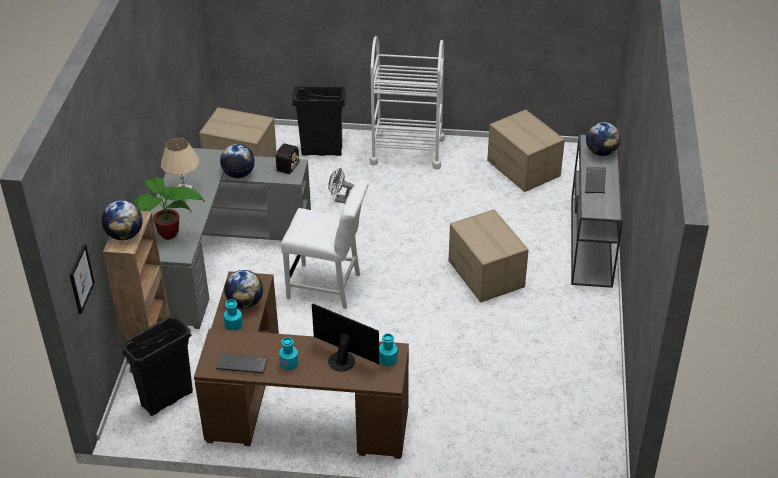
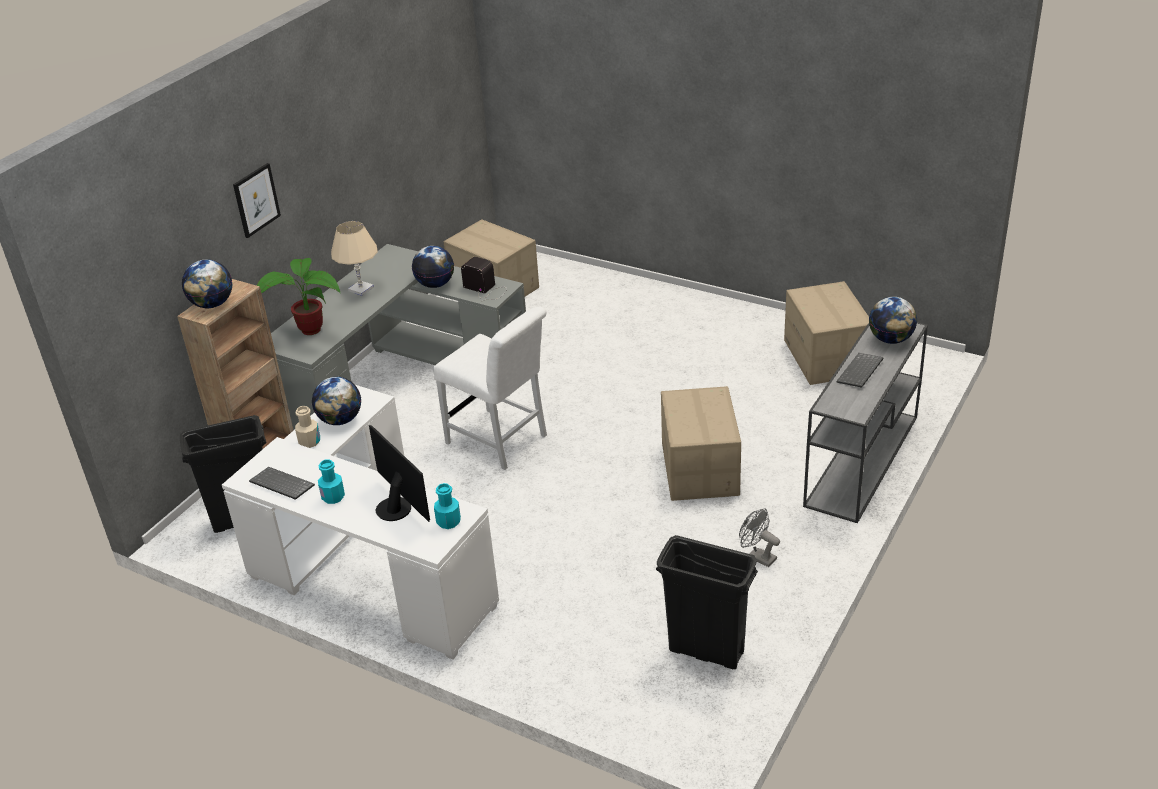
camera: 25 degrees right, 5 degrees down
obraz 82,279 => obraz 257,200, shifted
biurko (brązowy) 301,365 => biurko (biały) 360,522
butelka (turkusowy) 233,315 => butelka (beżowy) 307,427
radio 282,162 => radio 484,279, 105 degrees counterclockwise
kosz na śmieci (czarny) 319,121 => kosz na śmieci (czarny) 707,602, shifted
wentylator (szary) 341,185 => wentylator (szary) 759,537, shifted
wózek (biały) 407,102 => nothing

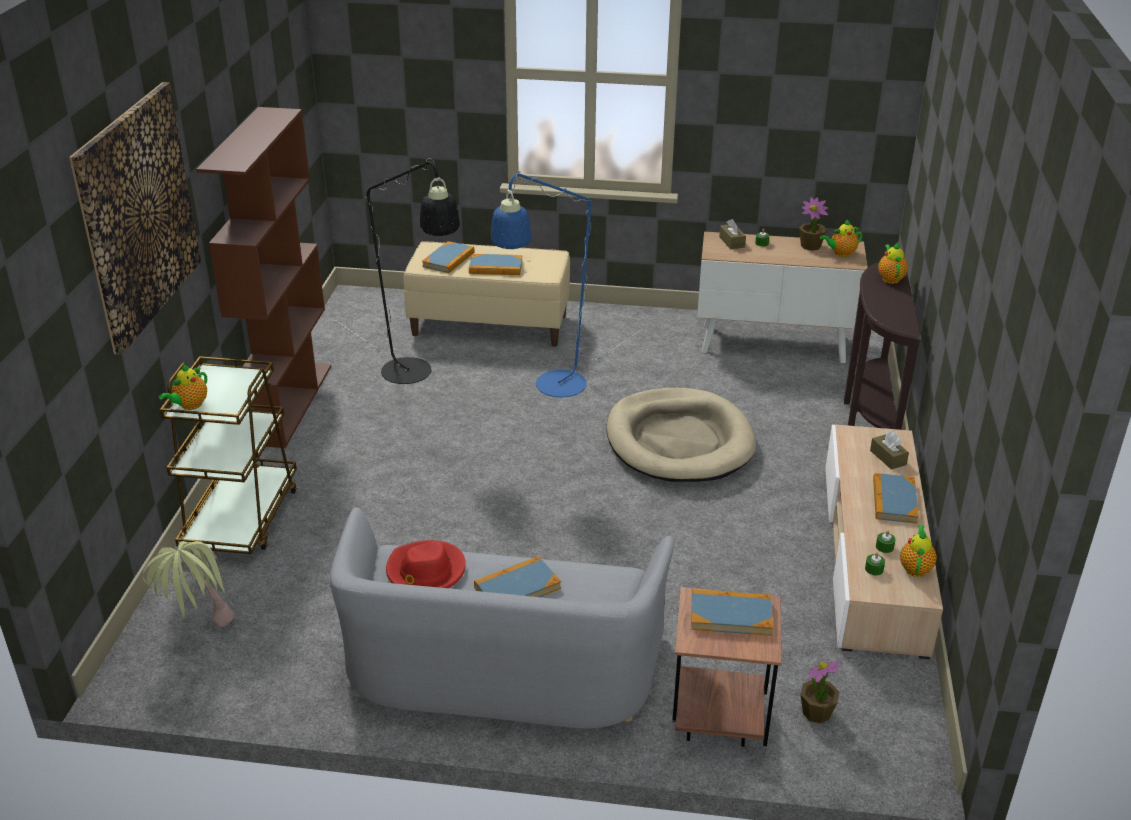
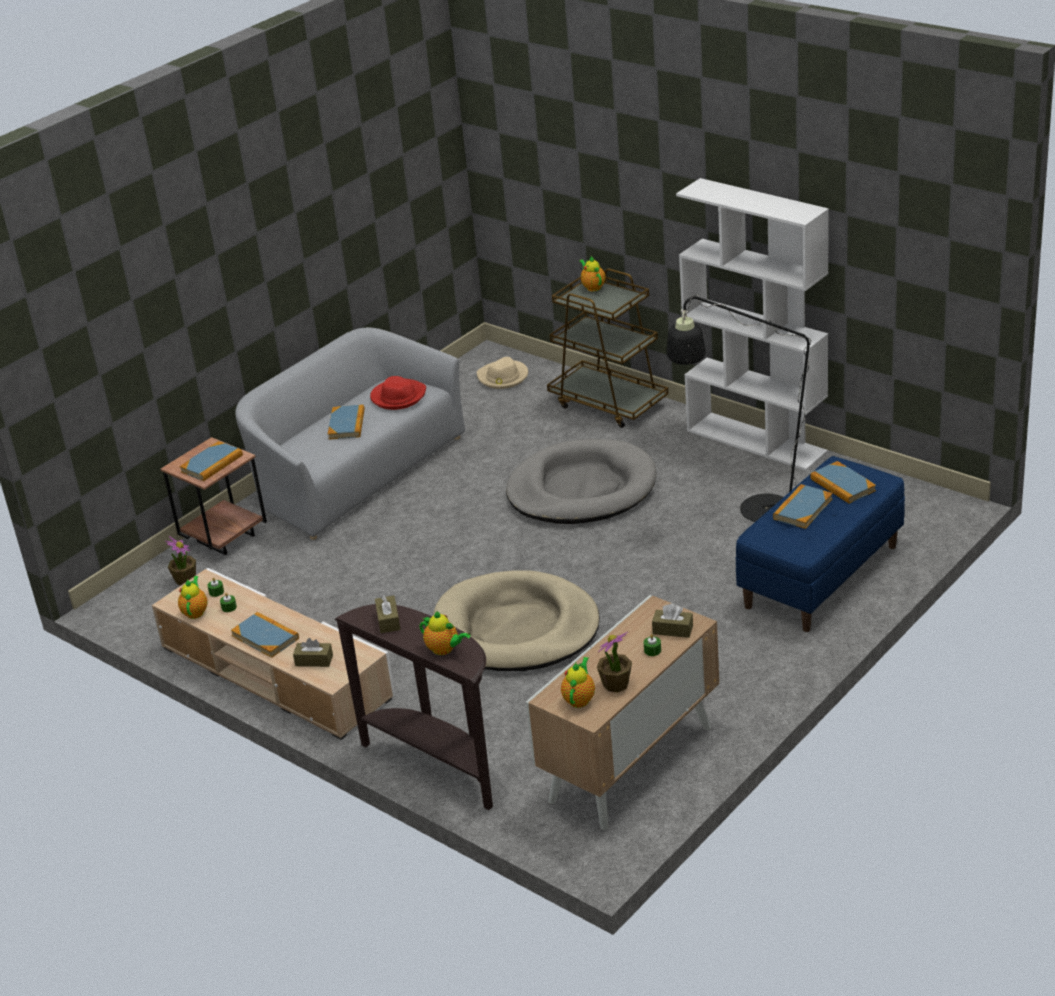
camera: 125 degrees right, 0 degrees up
obraz 135,218 => nothing
roślina doniczkowa 188,584 => kapelusz (beżowy) 502,373
regał (brązowy) 263,277 => regał (biały) 752,324
ławka (beżowy) 487,294 => ławka (niebieski) 820,544
lampa stojąca (niebieski) 567,284 => nothing
imbryk 918,551 => imbryk 192,597, 135 degrees counterclockwise
nothing => pudełko chusteczek (brązowy) 388,614
nothing => legowisko (szary) 581,481

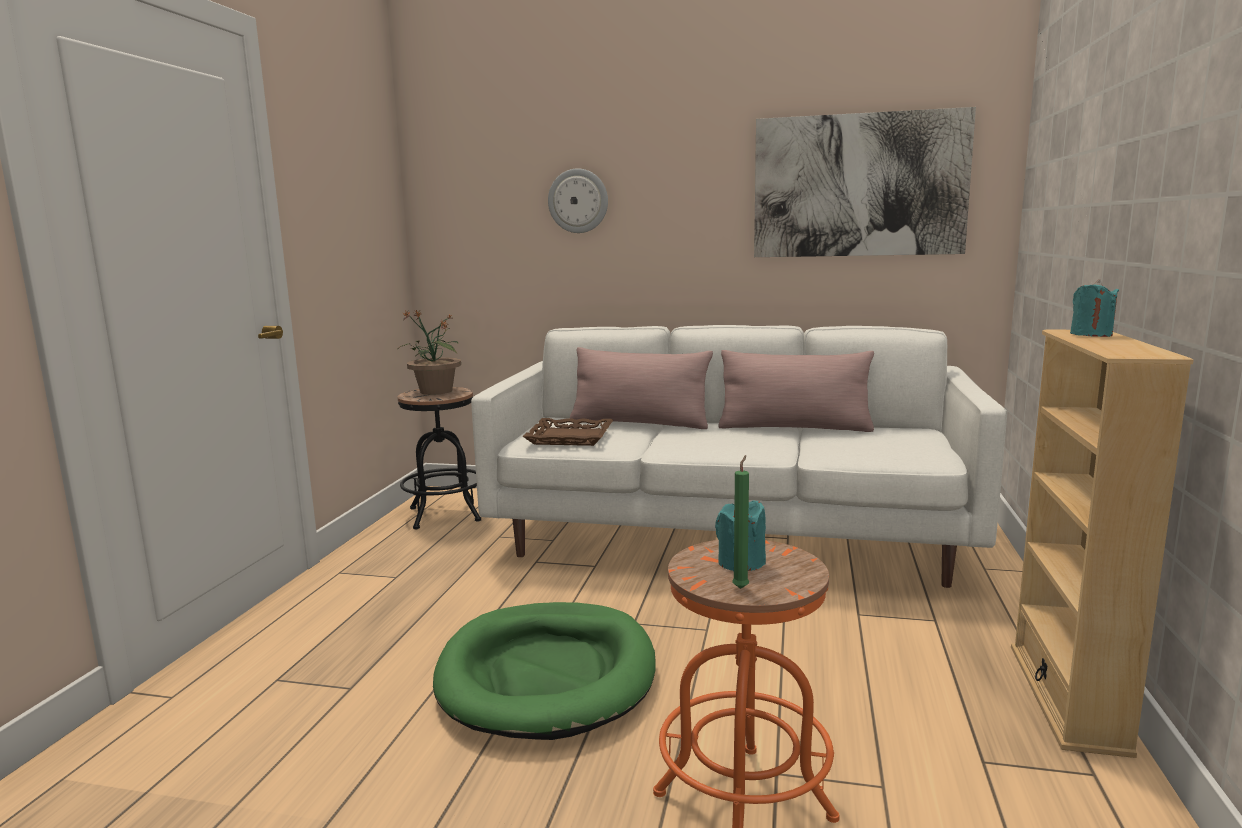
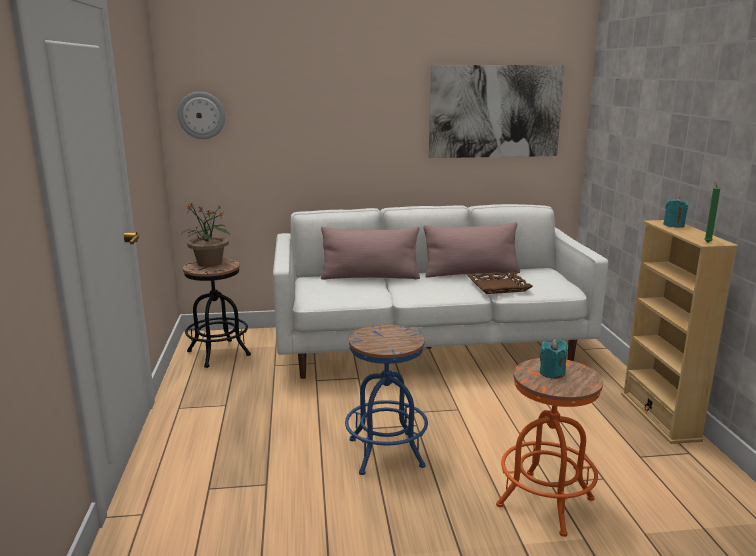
camera: 20 degrees left, 5 degrees up
legowisko (zielony) 544,671 => stołek (niebieski) 386,400
taca (brązowy) 567,432 => taca (brązowy) 500,282, shifted
zegar ścienny 578,201 => zegar ścienny 201,115, shifted
świeca (zielony) 740,522 => świeca (zielony) 712,211, shifted

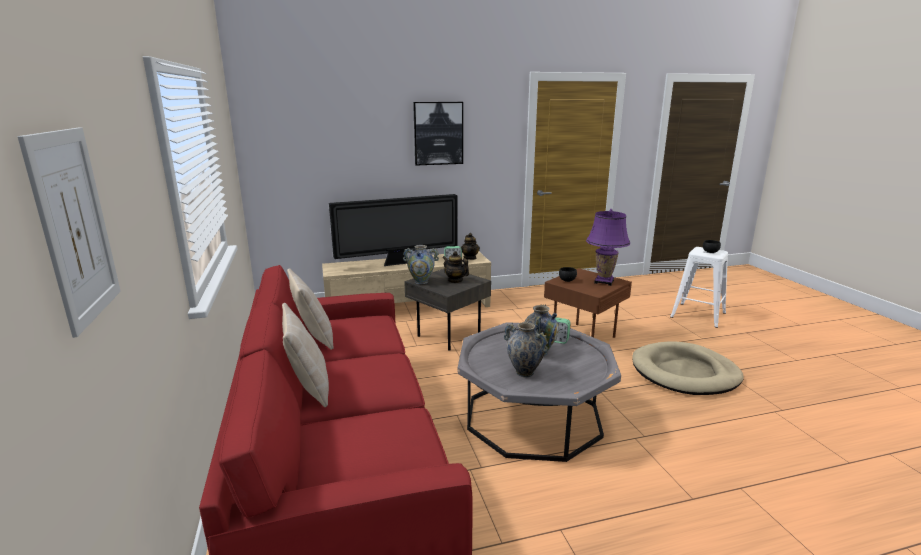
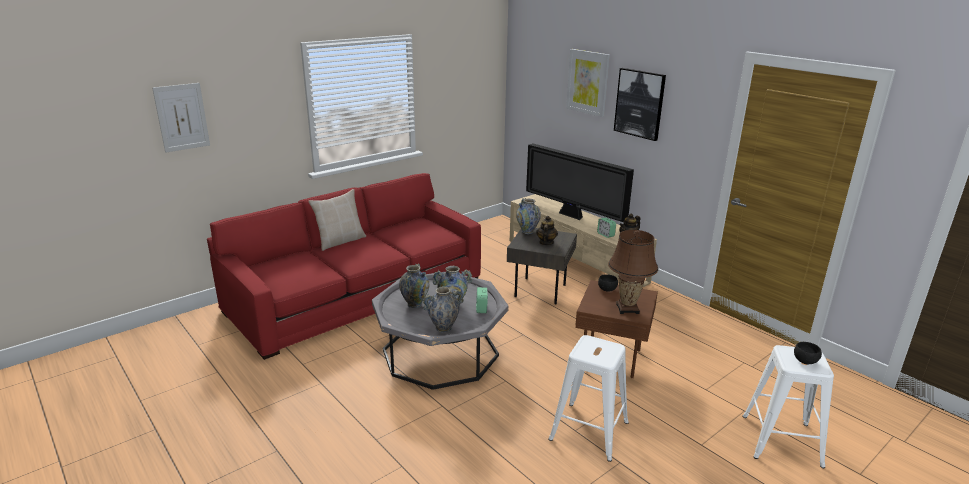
camera: 65 degrees right, 5 degrees up
poduszka (beżowy) 310,309 => nothing
lampa stołowa (fioletowy) 608,247 => lampa stołowa (brązowy) 633,272
legowisko (beżowy) 688,368 => stołek (biały) 588,398
nothing => wazon 443,309
nothing => obraz 588,83

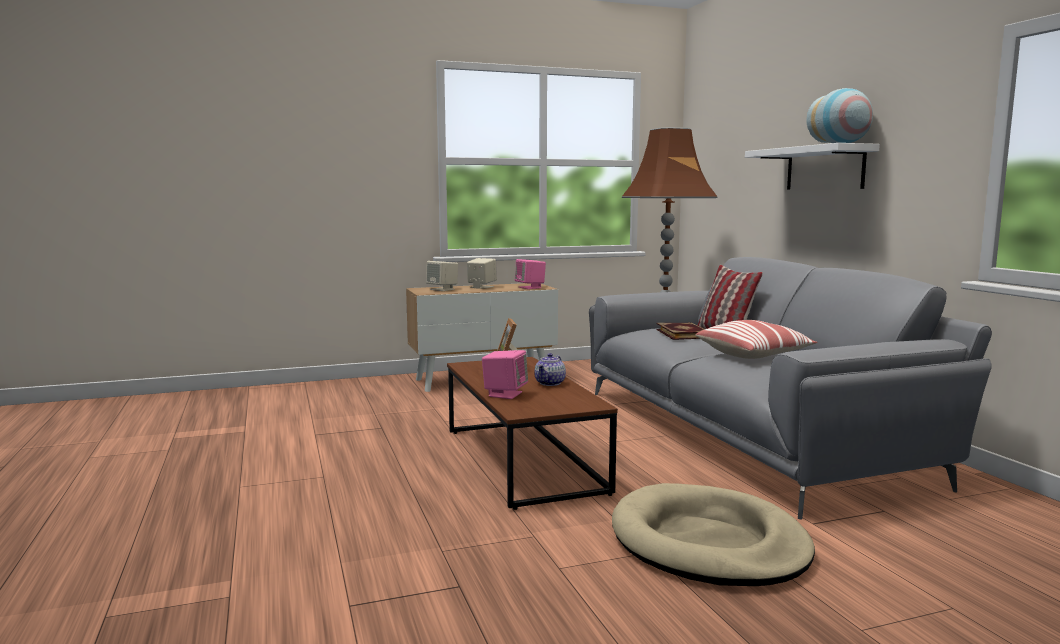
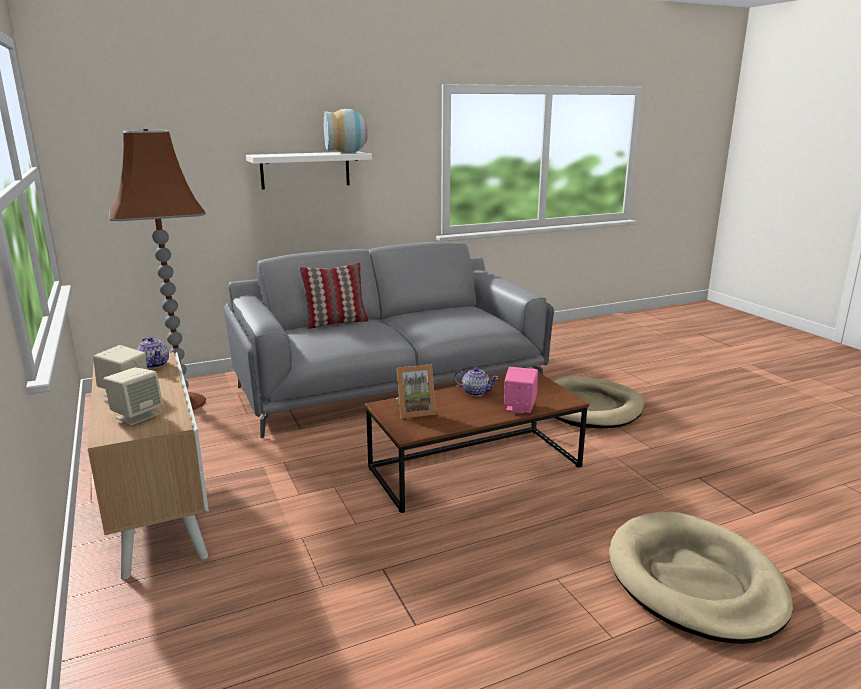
camera: 95 degrees left, 10 degrees up
głośnik (różowy) 530,274 => imbryk 153,353
książka 680,331 => nothing
poduszka 756,339 => nothing
nothing => legowisko (beżowy) 701,578

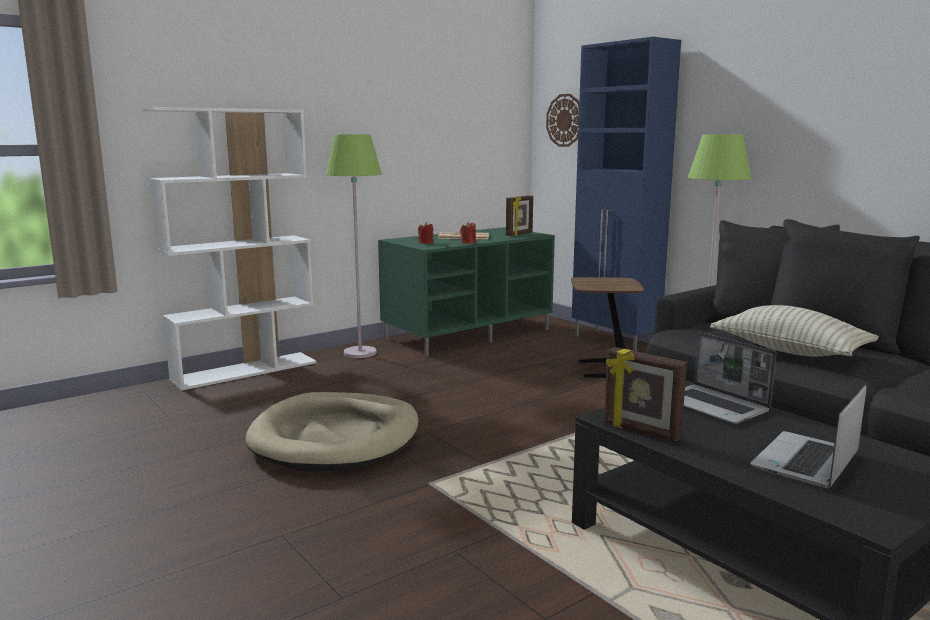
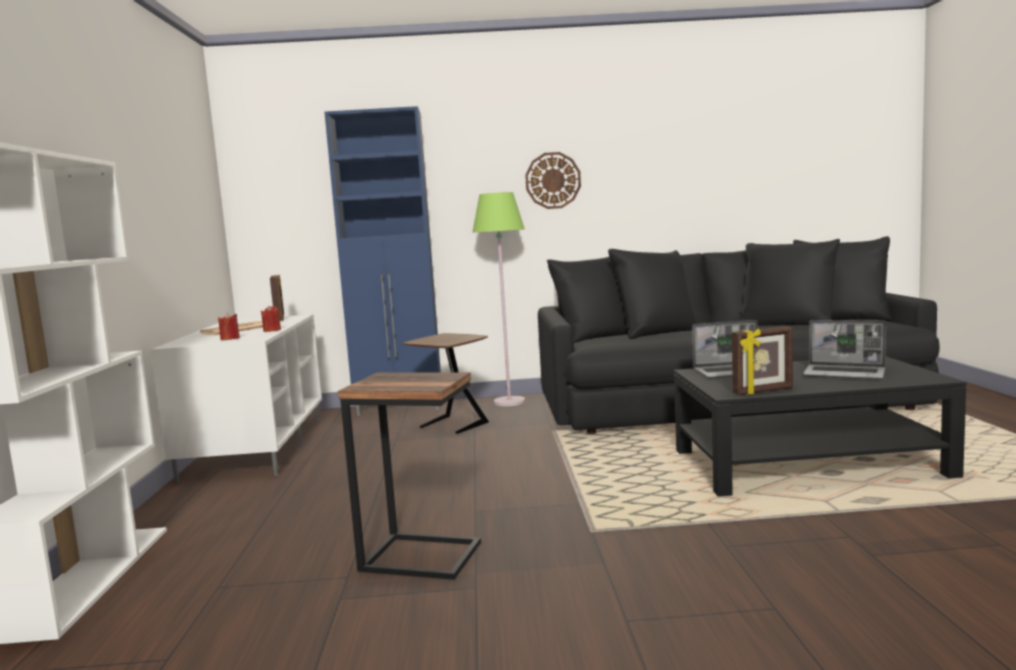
camera: 55 degrees left, 5 degrees down
legowisko (beżowy) 332,432 => stolik 409,476
lampa stojąca (zielony) 354,246 => nothing
szafka pod telewizor (zielony) 466,292 => szafka pod telewizor (biały) 236,398
zegar ścienny 562,120 => zegar ścienny 553,180, shifted
poduszka 794,331 => nothing
laptop 808,437 => laptop 844,350, 45 degrees counterclockwise

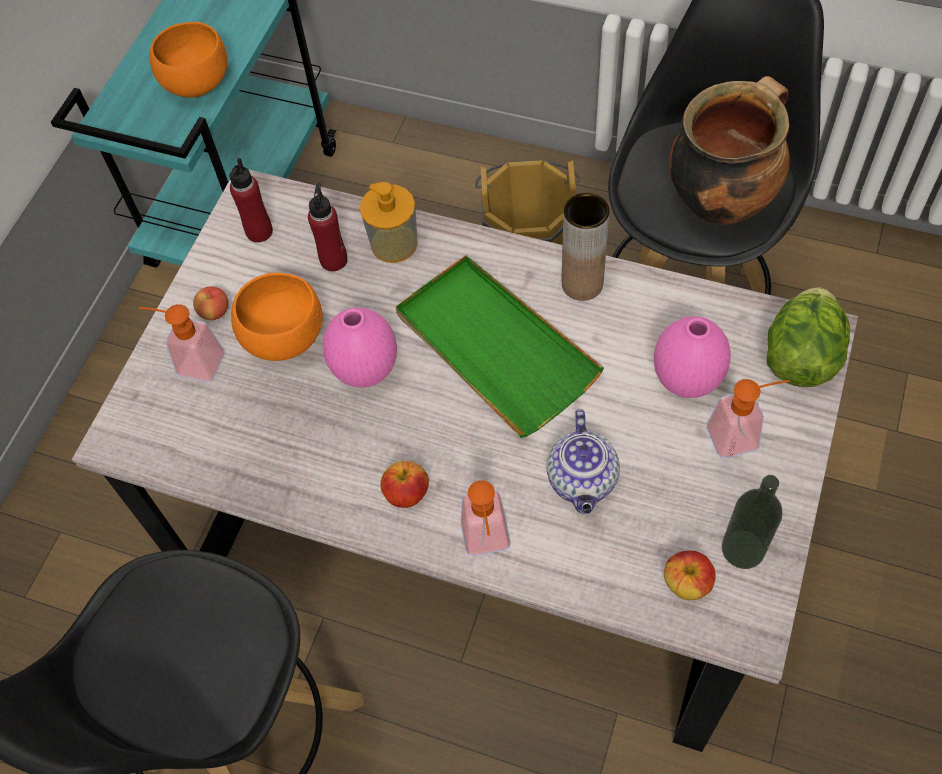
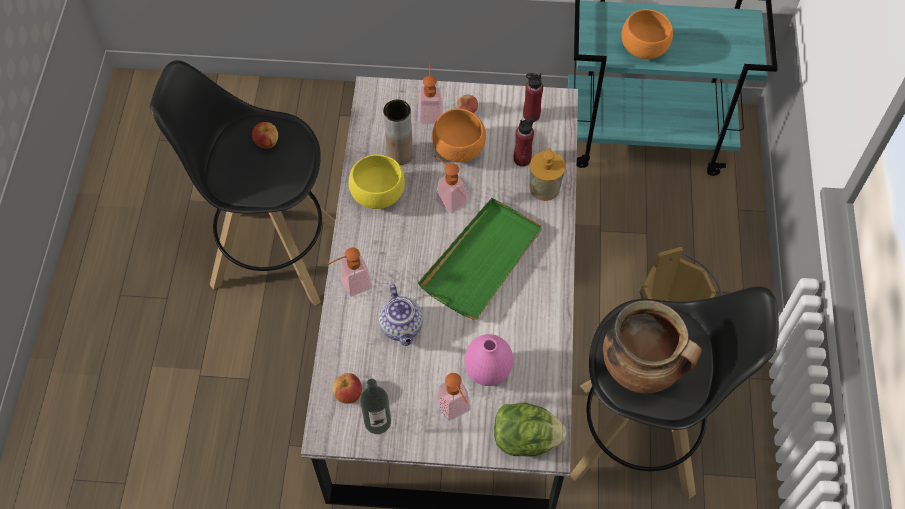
camera: 70 degrees right, 0 degrees up
wazon (różowy) 360,347 => dozownik mydła 451,184
jabłko 405,484 => jabłko 265,135, shifted
imbryk 583,461 => imbryk 401,315, 90 degrees counterclockwise
wazon (brązowy) 585,247 => wazon (brązowy) 398,132, shifted
nothing => miska (żółty) 377,181

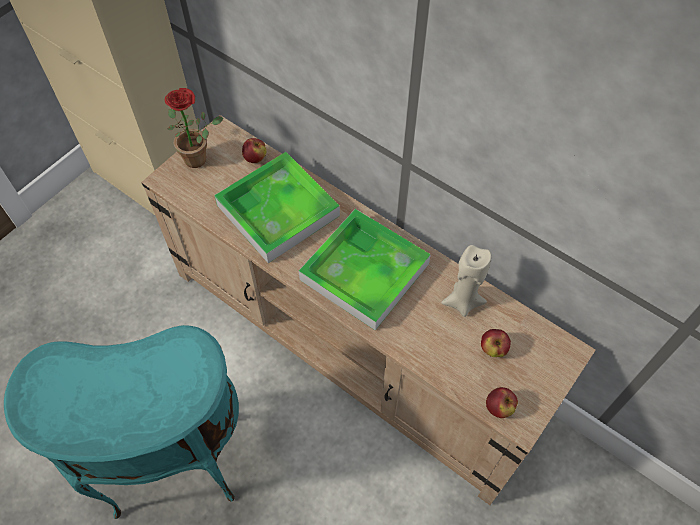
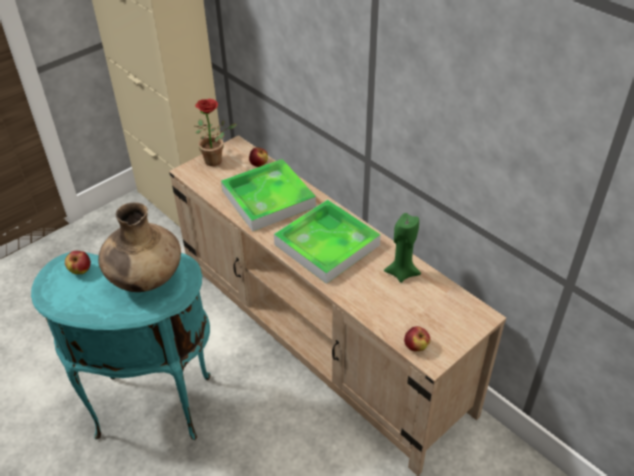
camera: 10 degrees right, 15 degrees down
świeca (beżowy) 466,281 => świeca (zielony) 402,248
jabłko 496,343 => jabłko 78,262, shifted
nothing => wazon (brązowy) 139,247

